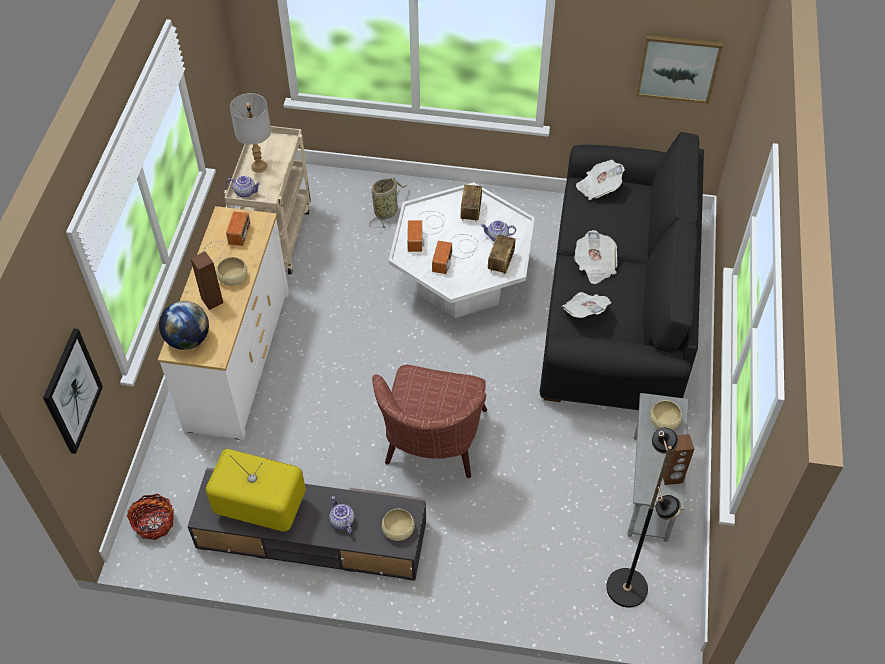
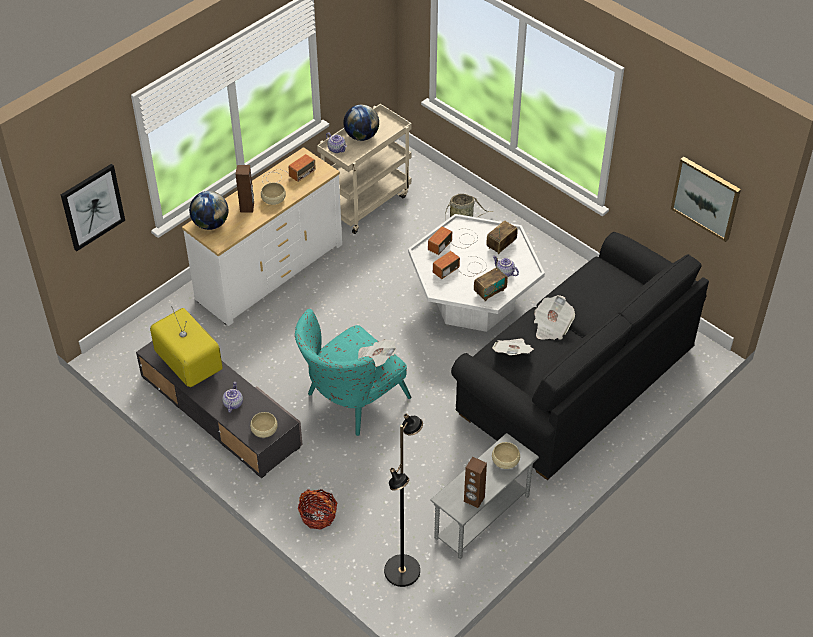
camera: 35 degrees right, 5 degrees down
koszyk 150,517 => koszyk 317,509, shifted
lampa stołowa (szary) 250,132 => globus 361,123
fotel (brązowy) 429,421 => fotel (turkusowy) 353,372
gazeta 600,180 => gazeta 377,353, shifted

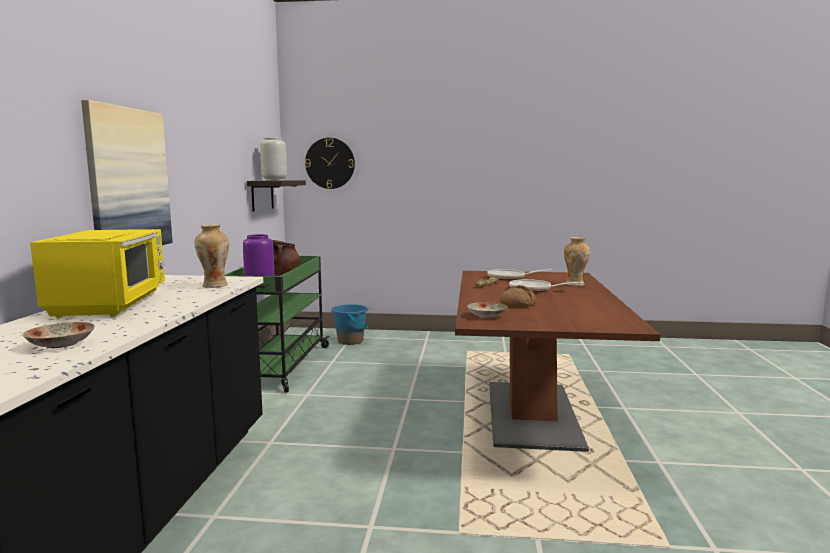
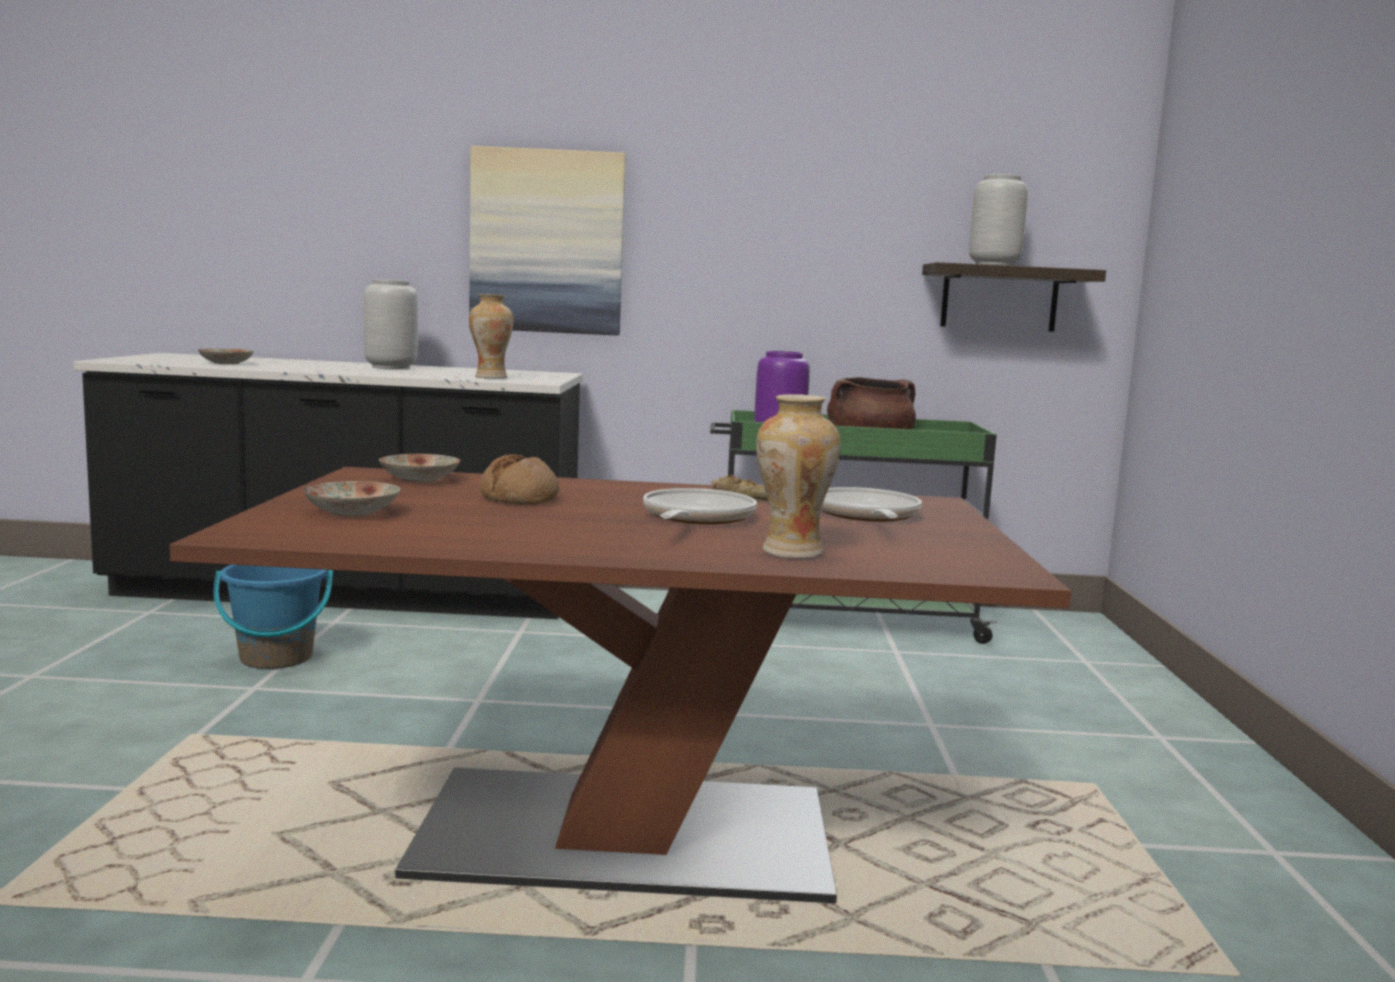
camera: 85 degrees right, 0 degrees up
mikrofalówka (żółty) 97,273 => wazon (szary) 391,324
zegar ścienny 330,163 => nothing
wiadro (niebieski) 349,324 => wiadro (niebieski) 273,617, shifted
nothing => talerz 351,499

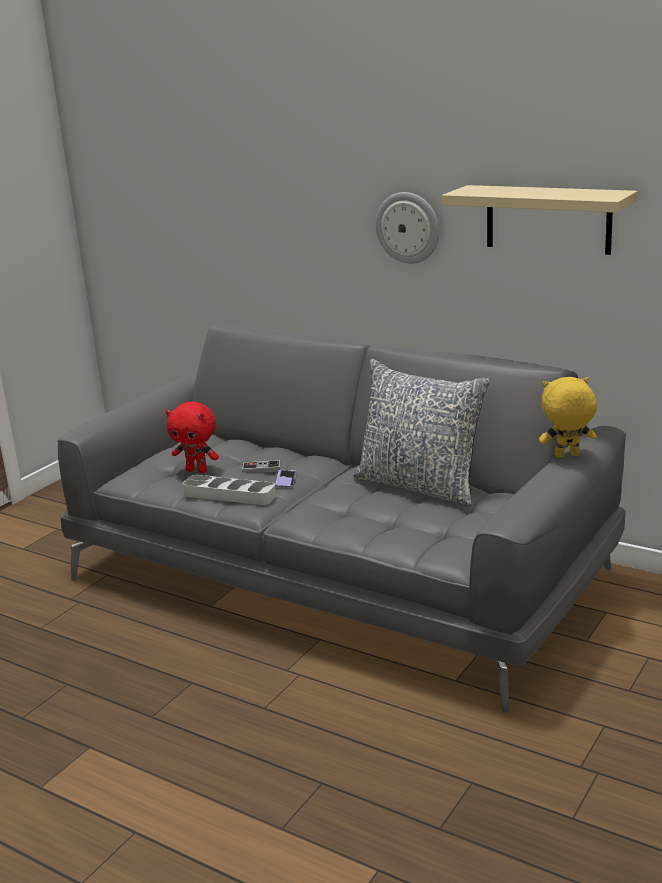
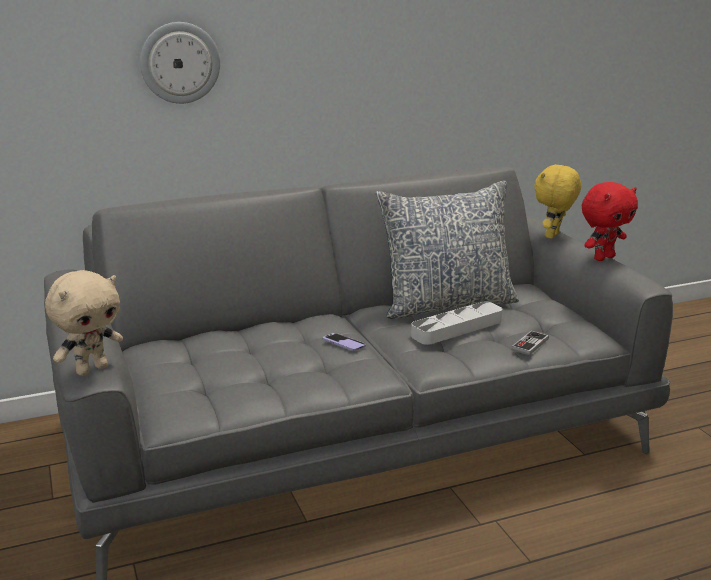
camera: 55 degrees left, 0 degrees up
pluszak (czerwony) 192,437 => pluszak (czerwony) 610,221, shifted
taca (szary) 229,490 => taca (szary) 456,323, shifted
pad do gier 261,466 => pad do gier 530,343, shifted
zegar ścienny 407,228 => zegar ścienny 180,63, shifted
półka (beżowy) 540,220 => nothing
nothing => pluszak (beżowy) 84,323

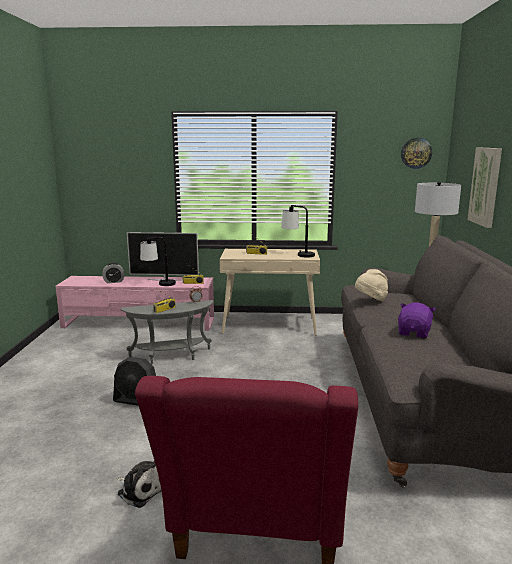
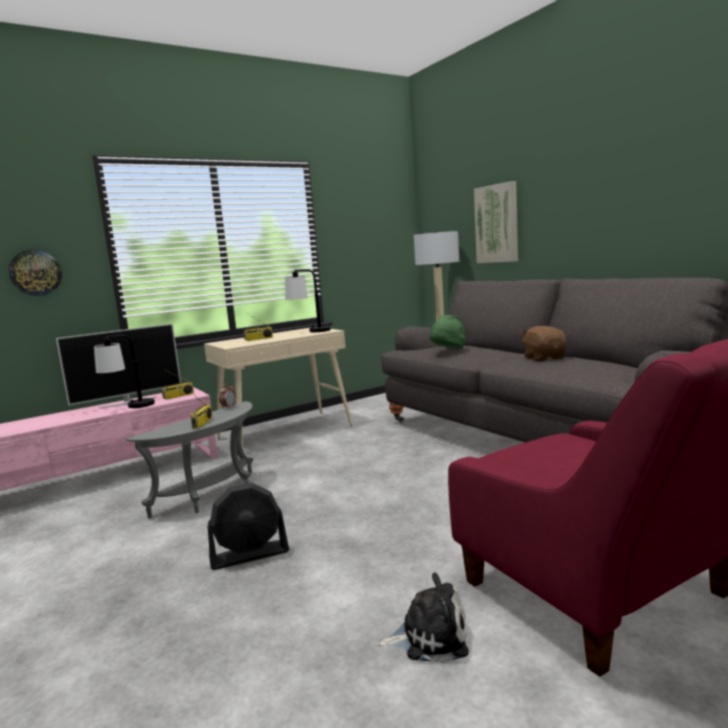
camera: 35 degrees left, 5 degrees down
budzik 113,273 => nothing
kapelusz (beżowy) 371,285 => kapelusz (zielony) 447,332
pluszak (fioletowy) 417,320 => pluszak (brązowy) 543,344
zegar ścienny 416,153 => zegar ścienny 35,273, shifted

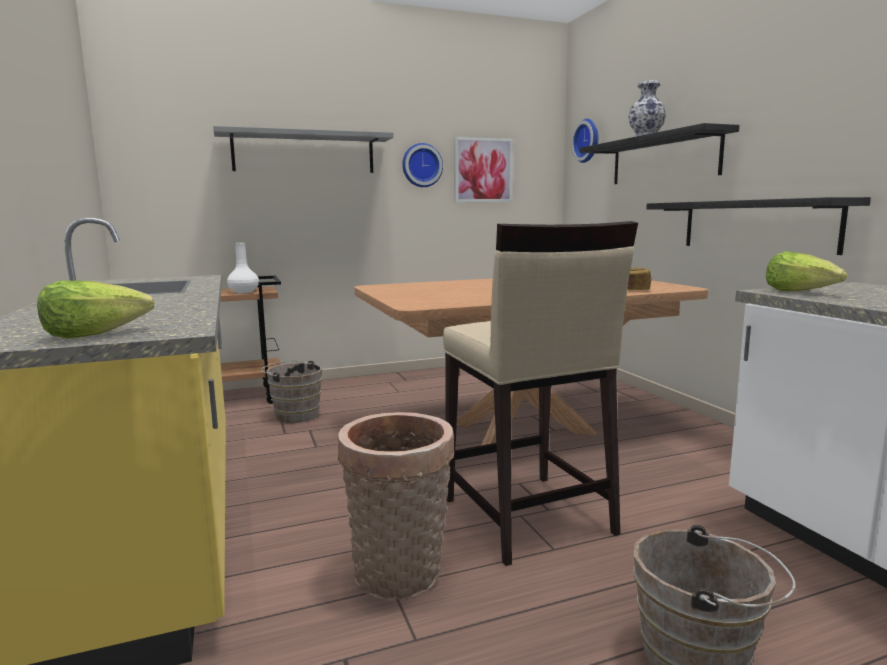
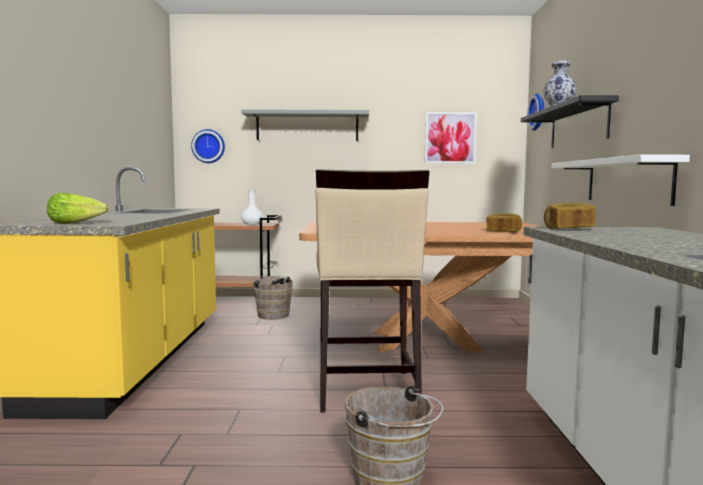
camera: 20 degrees right, 5 degrees down
koszyk 396,506 => nothing
zegar ścienny 422,165 => zegar ścienny 208,146, shifted
półka (czarny) 758,226 => półka (biały) 620,180
sałata 806,271 => chleb 570,216

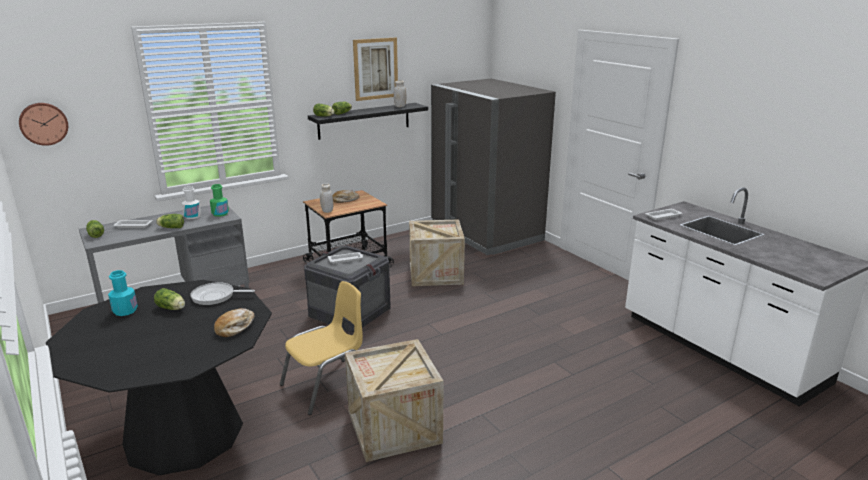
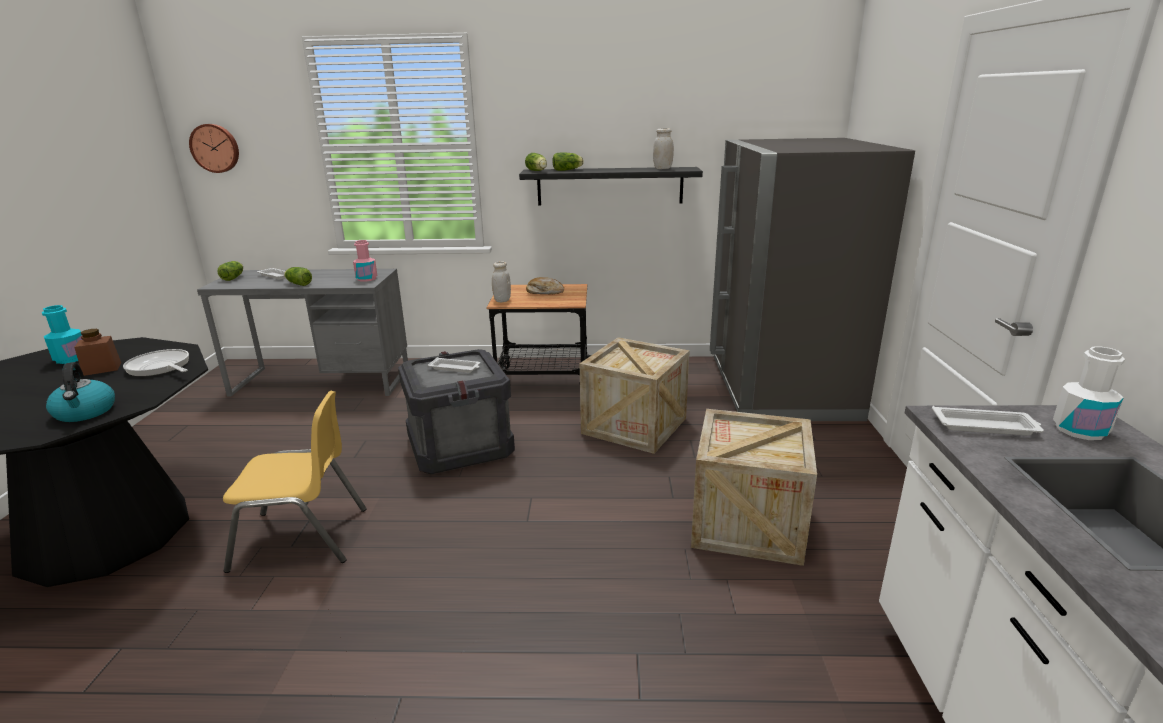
camera: 35 degrees right, 0 degrees up
sałata 169,299 => słoik (brązowy) 97,352
butelka (biały) 191,202 => butelka (biały) 1089,393, shifted
butelka (zielony) 219,200 => butelka (różowy) 365,261
chleb 234,322 => czajnik 80,392
skrzynka 394,400 => skrzynka 754,487, shifted
obraz 375,69 => nothing

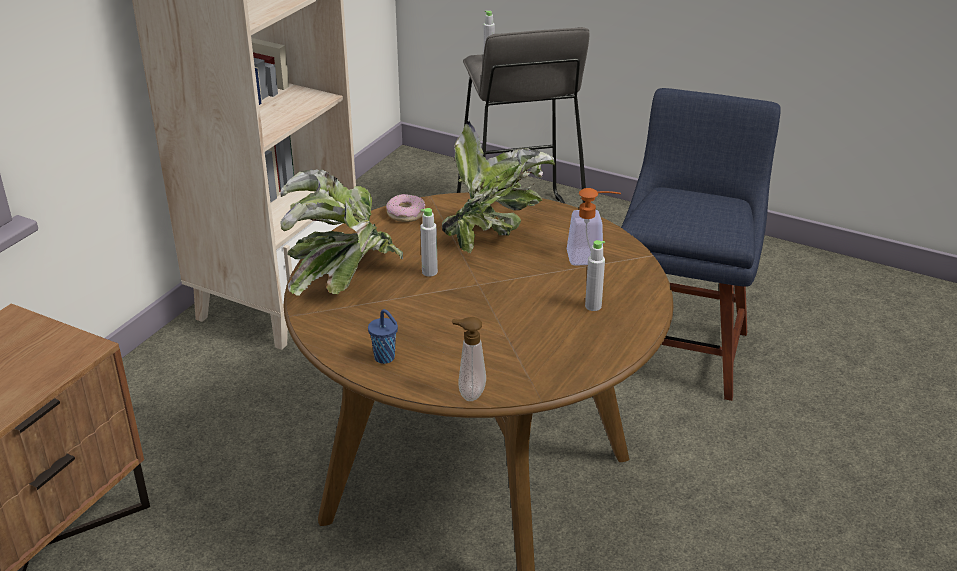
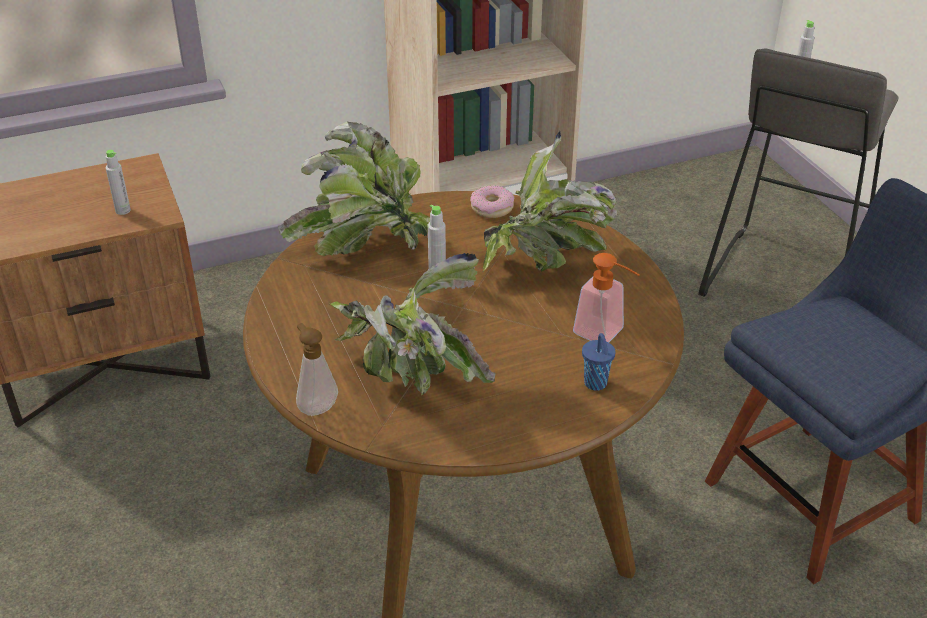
camera: 40 degrees right, 5 degrees up
filiżanka (niebieski) 383,336 => filiżanka (niebieski) 598,362, shifted
butelka (szary) 595,275 => butelka (szary) 118,182, shifted
nothing => roślina doniczkowa 413,324

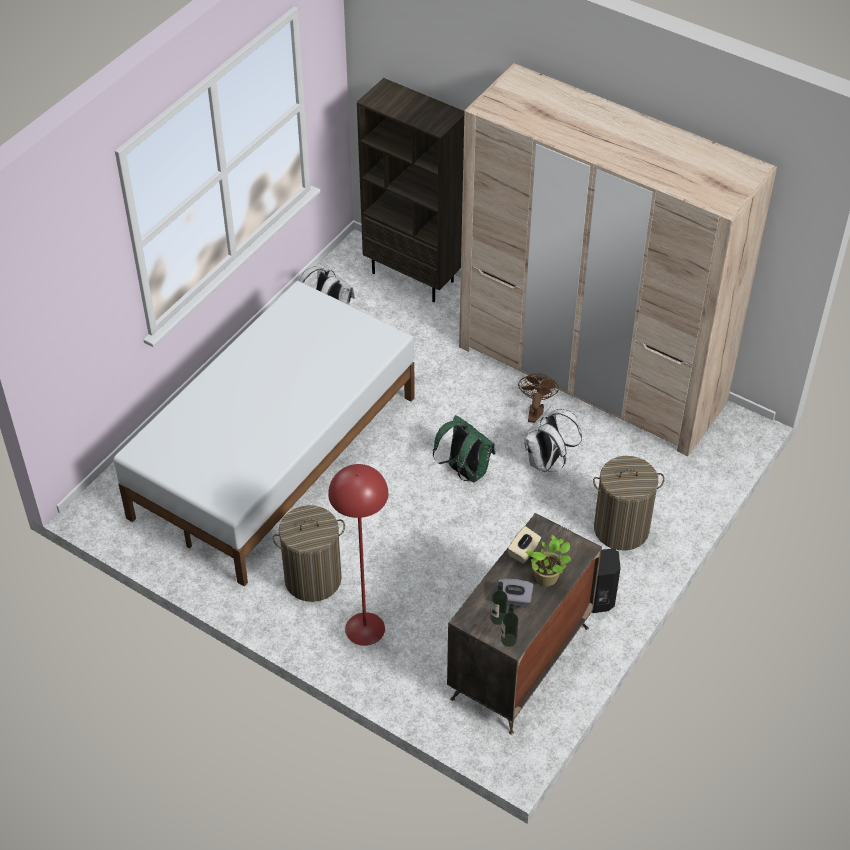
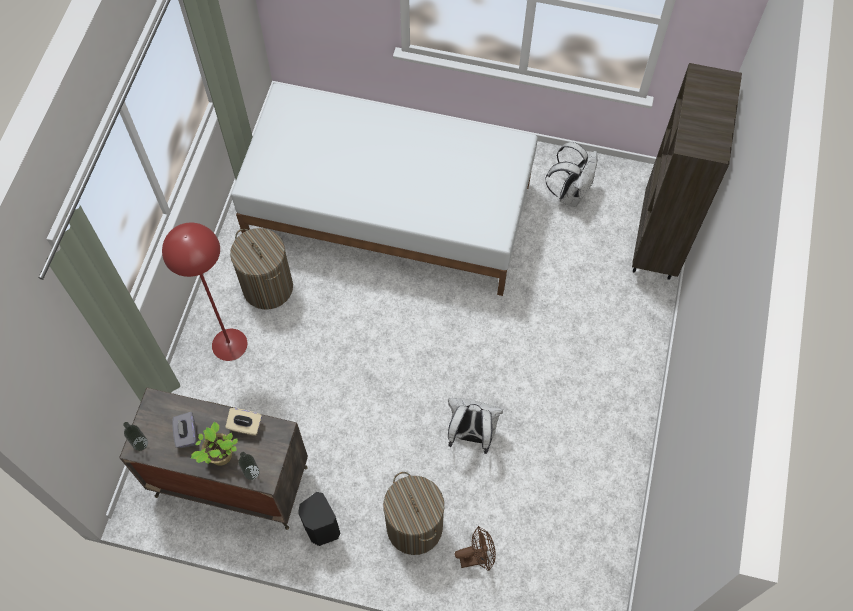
camera: 70 degrees right, 15 degrees up
plecak (zielony) 464,449 => nothing
szafa (beżowy) 618,259 => nothing
butelka 499,603 => butelka 249,466, shifted
wentylator (brązowy) 538,398 => wentylator (brązowy) 475,548, shifted

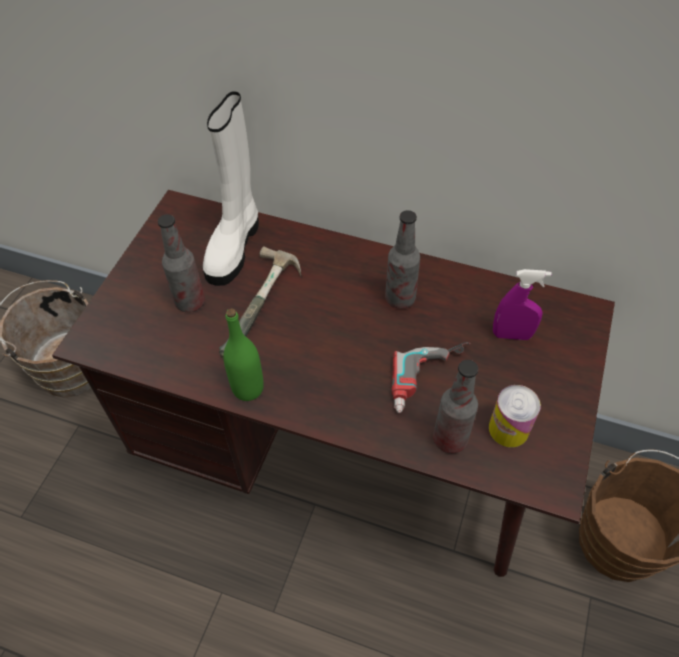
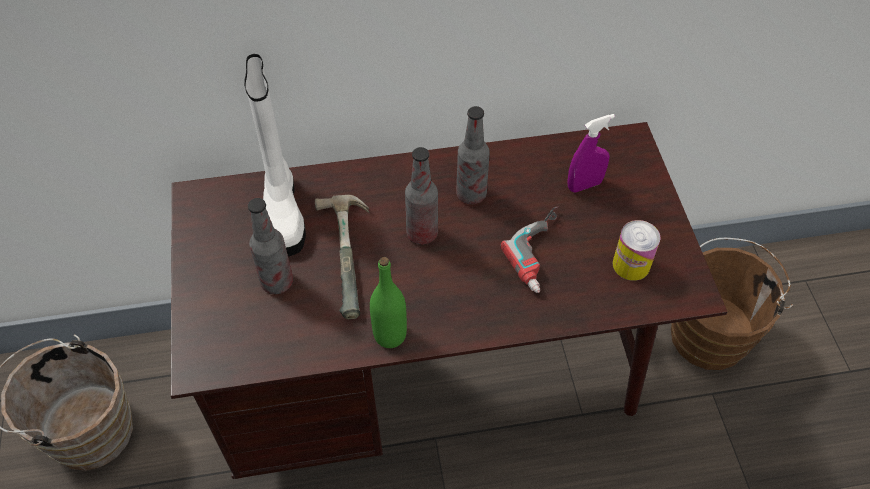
camera: 30 degrees left, 0 degrees up
butelka 455,407 => butelka 421,196, shifted

